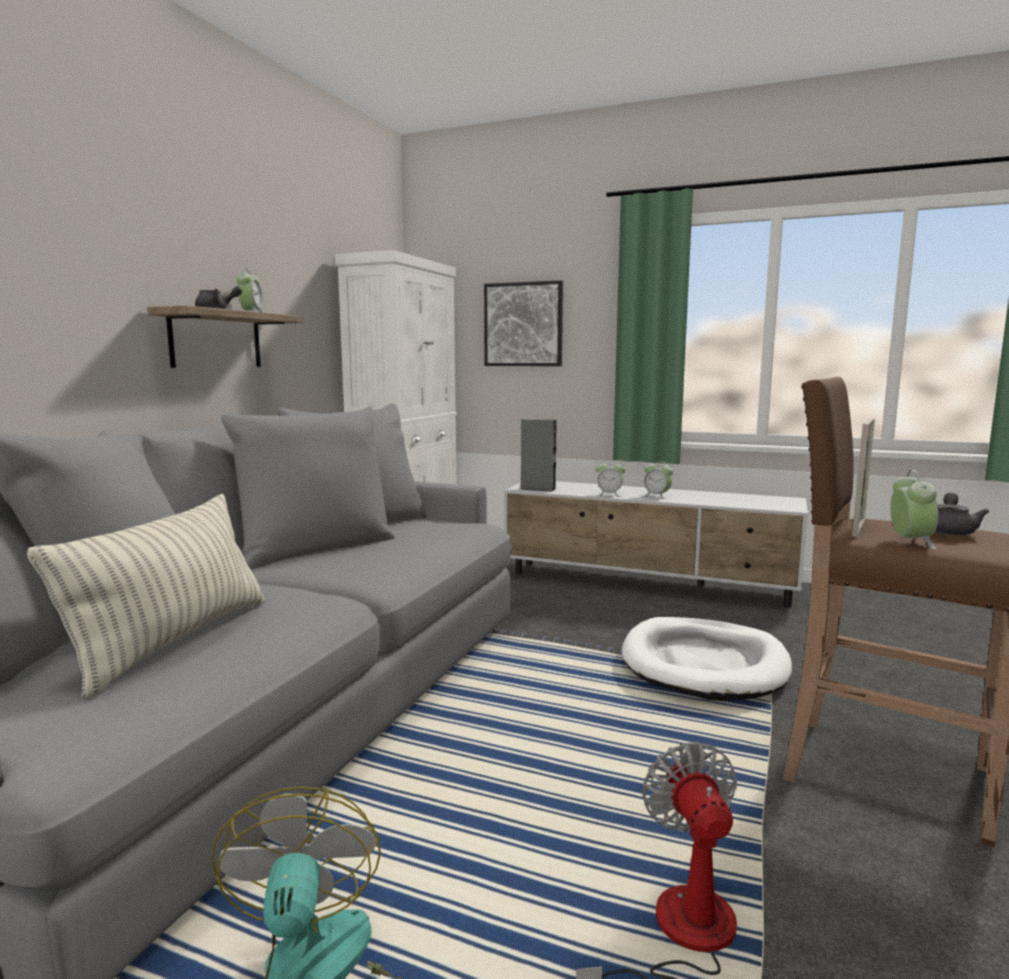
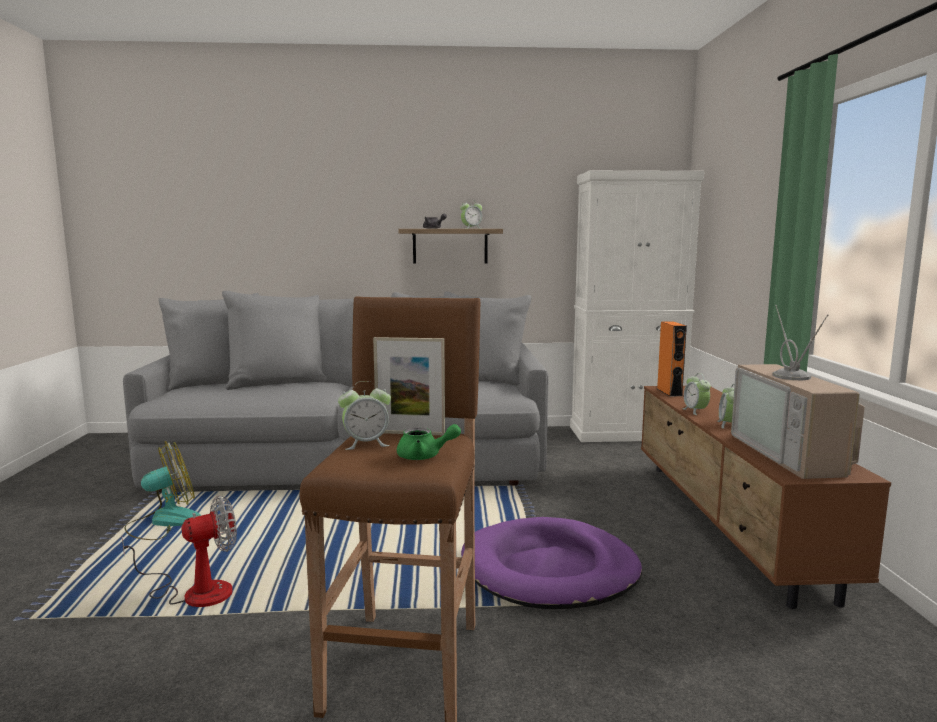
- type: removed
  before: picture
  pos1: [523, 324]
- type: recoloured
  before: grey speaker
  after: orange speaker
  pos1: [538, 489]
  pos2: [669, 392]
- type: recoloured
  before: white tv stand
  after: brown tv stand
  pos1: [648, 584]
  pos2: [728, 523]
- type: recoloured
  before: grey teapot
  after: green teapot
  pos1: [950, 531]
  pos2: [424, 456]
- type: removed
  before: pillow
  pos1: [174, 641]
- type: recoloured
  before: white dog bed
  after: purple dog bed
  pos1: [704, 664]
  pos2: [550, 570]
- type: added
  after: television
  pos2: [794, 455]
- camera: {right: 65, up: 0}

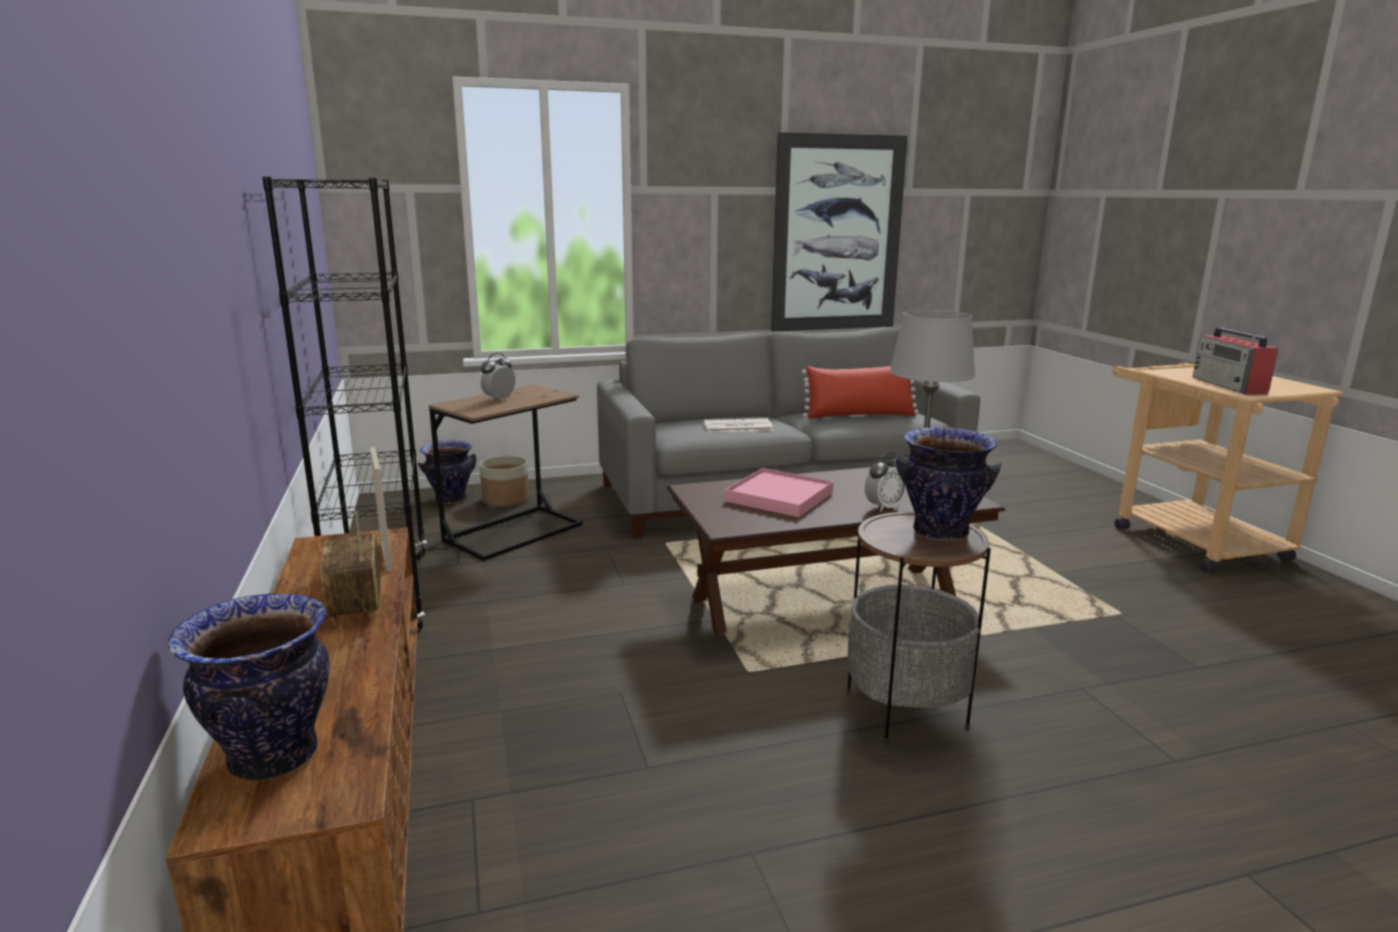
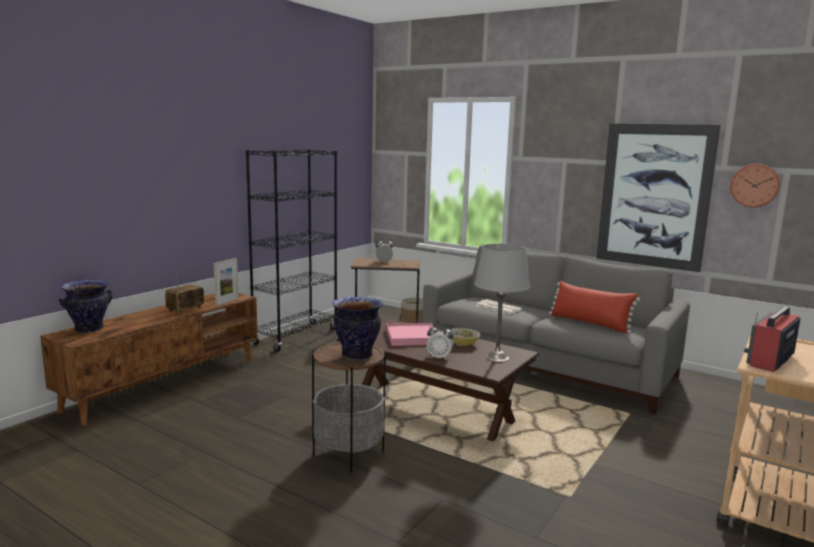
- type: removed
  before: vase
  pos1: [450, 499]
- type: added
  after: wall clock
  pos2: [754, 185]
- type: added
  after: bowl
  pos2: [463, 344]
- camera: {right: 50, up: -5}

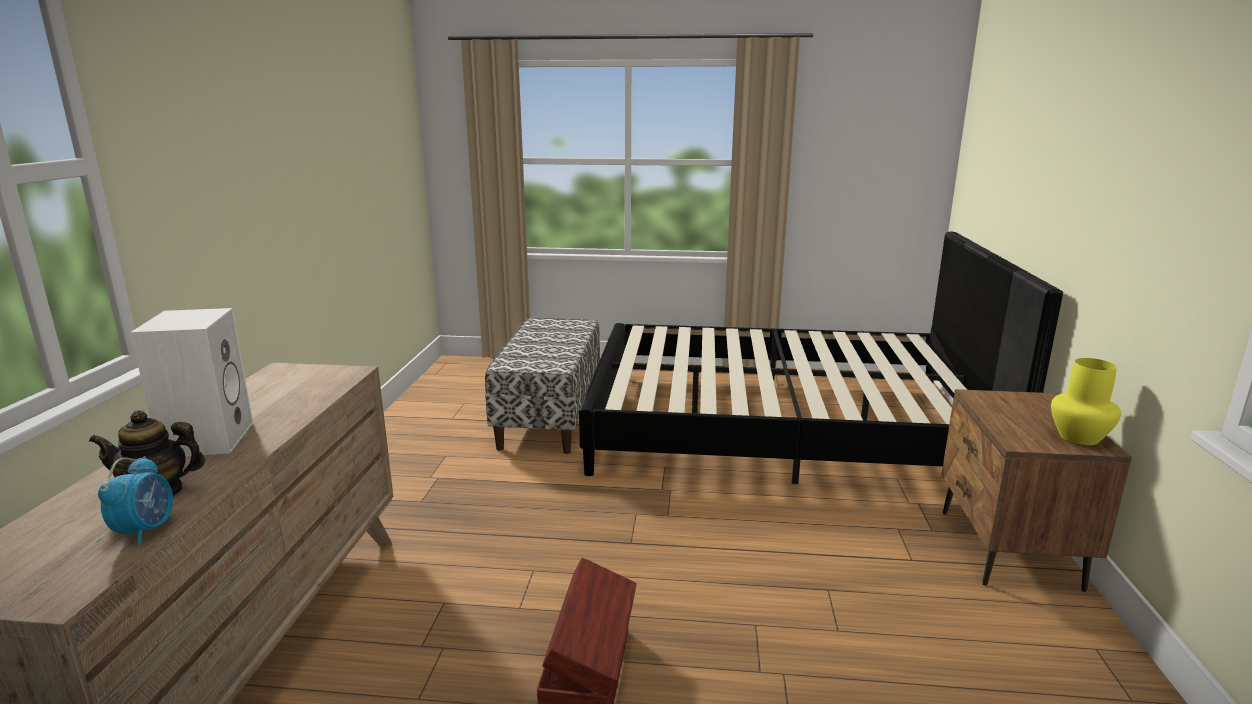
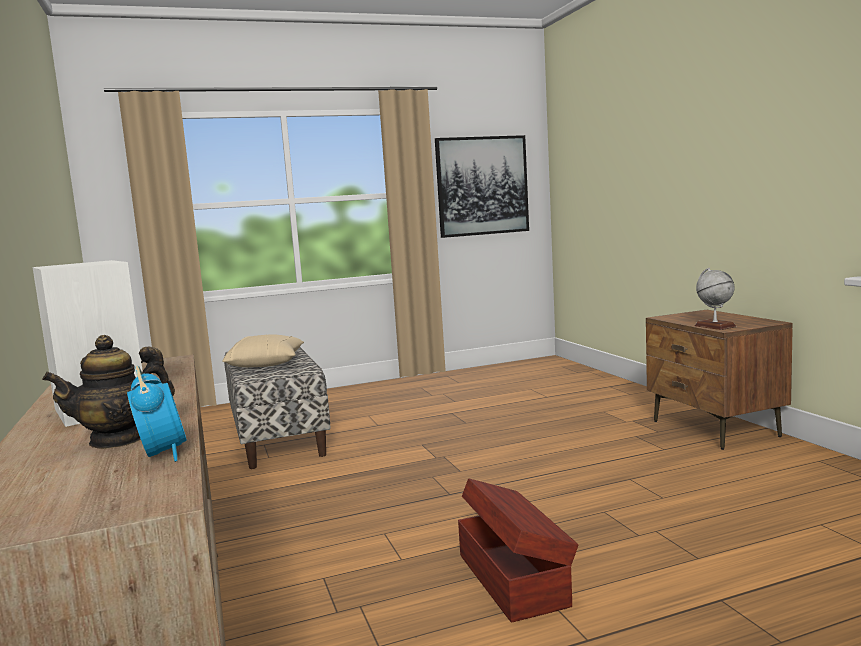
- type: removed
  before: black bed
  pos1: [781, 427]
- type: removed
  before: yellow vase
  pos1: [1079, 437]
- type: added
  after: picture
  pos2: [482, 186]
- type: added
  after: globe
  pos2: [714, 326]
- type: added
  after: beige pillow
  pos2: [266, 364]
- camera: {right: -25, up: -10}

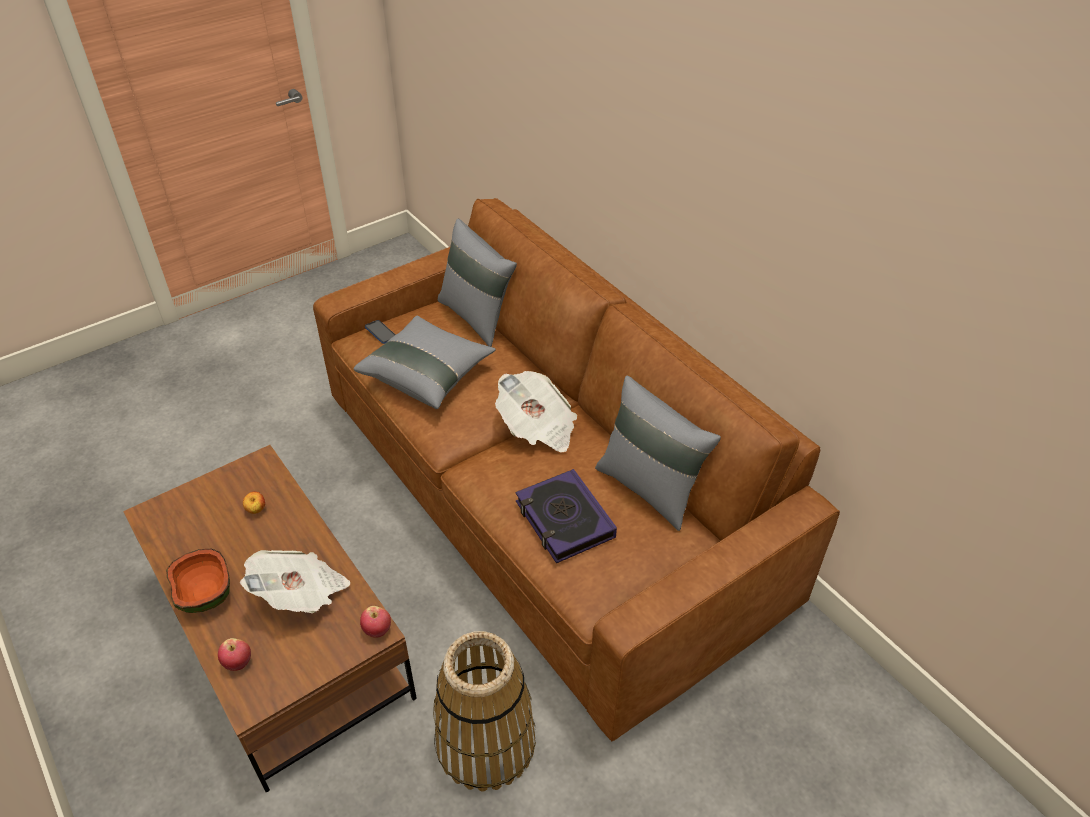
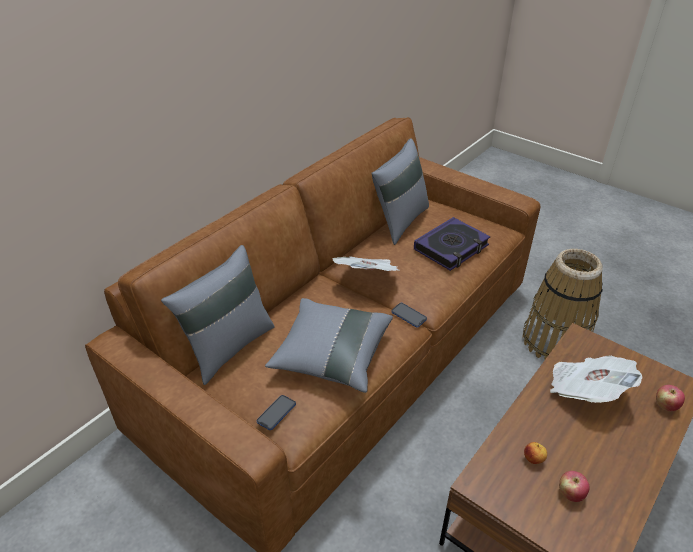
- type: removed
  before: bowl
  pos1: [204, 594]
- type: moved
  before: apple
  pos1: [377, 630]
  pos2: [570, 494]
- type: added
  after: phone
  pos2: [408, 315]
- camera: {right: -105, up: -5}

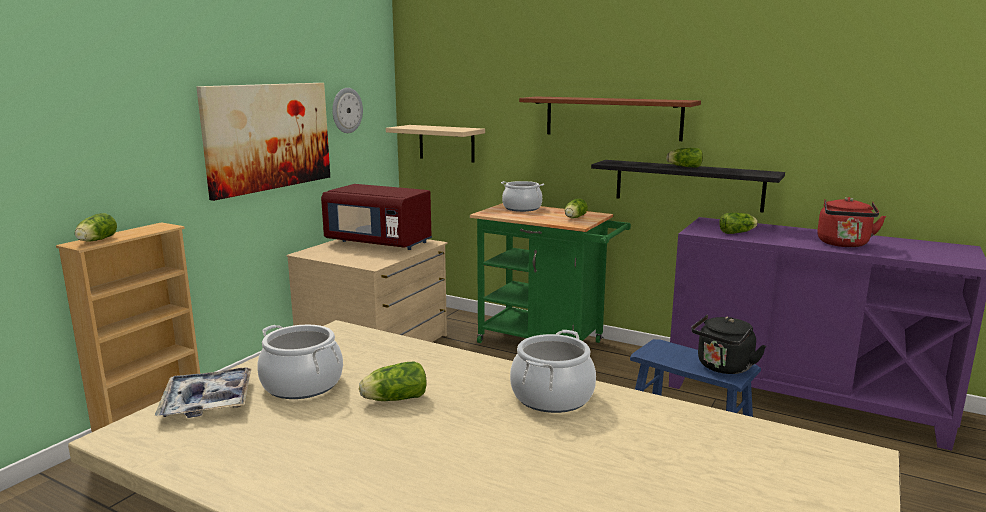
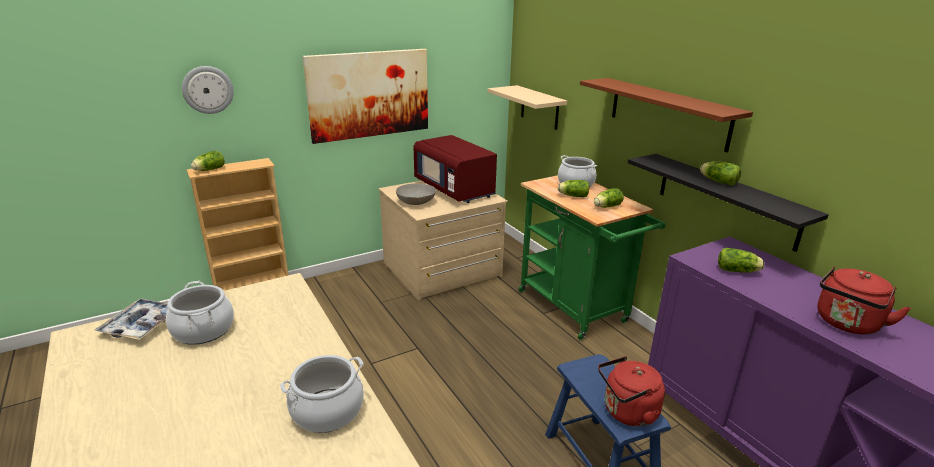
- type: moved
  before: wall clock
  pos1: [346, 110]
  pos2: [208, 90]
- type: recoloured
  before: black kettle
  after: red kettle
  pos1: [723, 368]
  pos2: [627, 413]
- type: moved
  before: lettuce
  pos1: [393, 399]
  pos2: [572, 196]
- type: added
  after: grey bowl
  pos2: [416, 202]
- camera: {right: 30, up: 10}

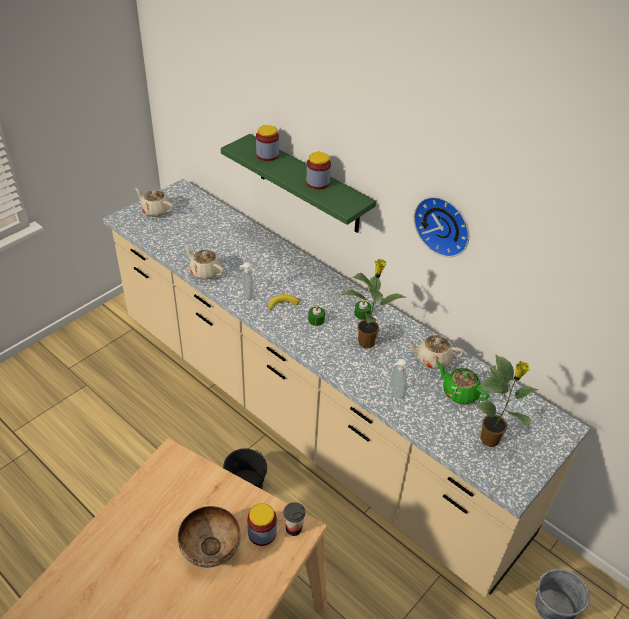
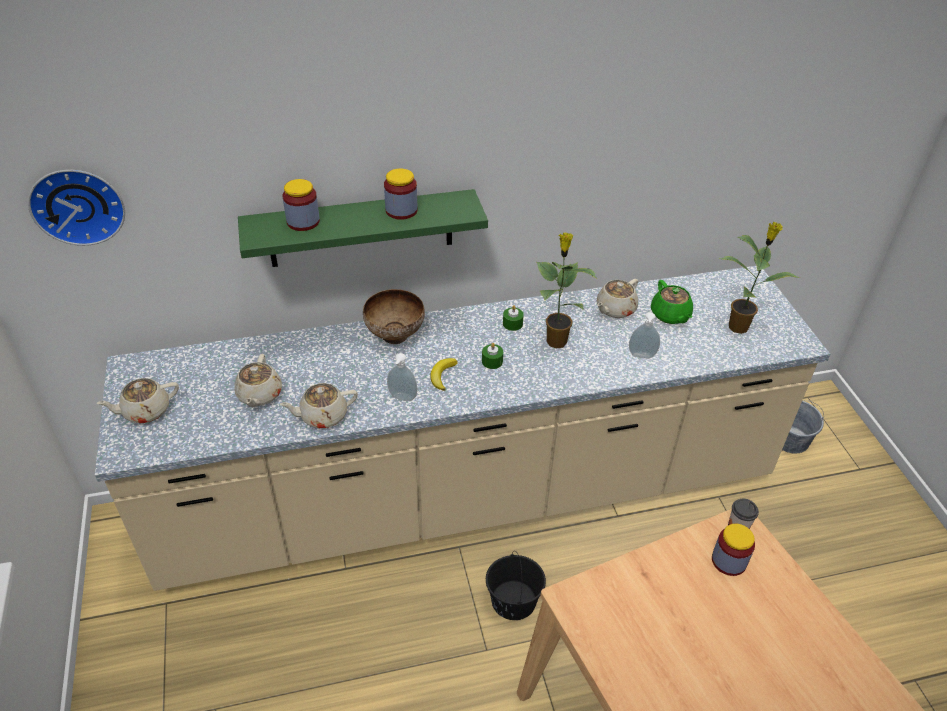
- type: moved
  before: wall clock
  pos1: [444, 224]
  pos2: [78, 204]
- type: turned
  before: green teapot
  pos1: [459, 393]
  pos2: [670, 315]
  turn: -90
- type: moved
  before: bowl
  pos1: [210, 551]
  pos2: [394, 336]
- type: added
  after: beige teapot
  pos2: [259, 395]
- camera: {right: -55, up: 0}

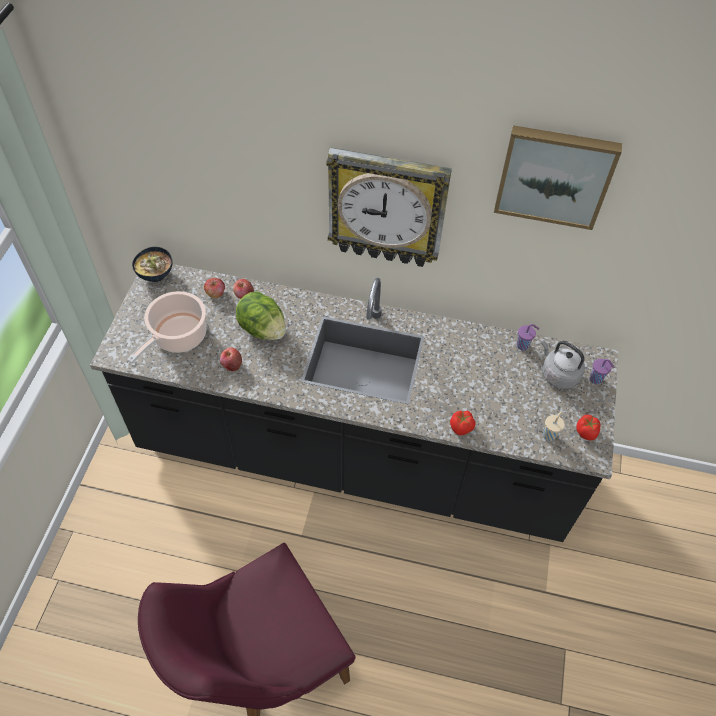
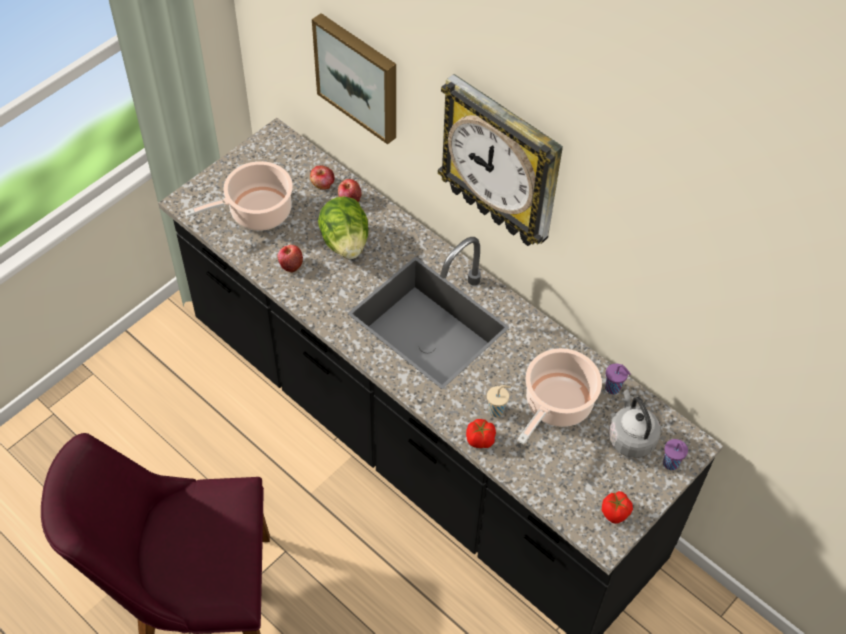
- type: moved
  before: picture
  pos1: [554, 175]
  pos2: [359, 76]
- type: removed
  before: bowl
  pos1: [156, 274]
- type: moved
  before: beige cup
  pos1: [549, 435]
  pos2: [497, 410]
- type: added
  after: cooking pot
  pos2: [556, 405]
- camera: {right: 30, up: 0}

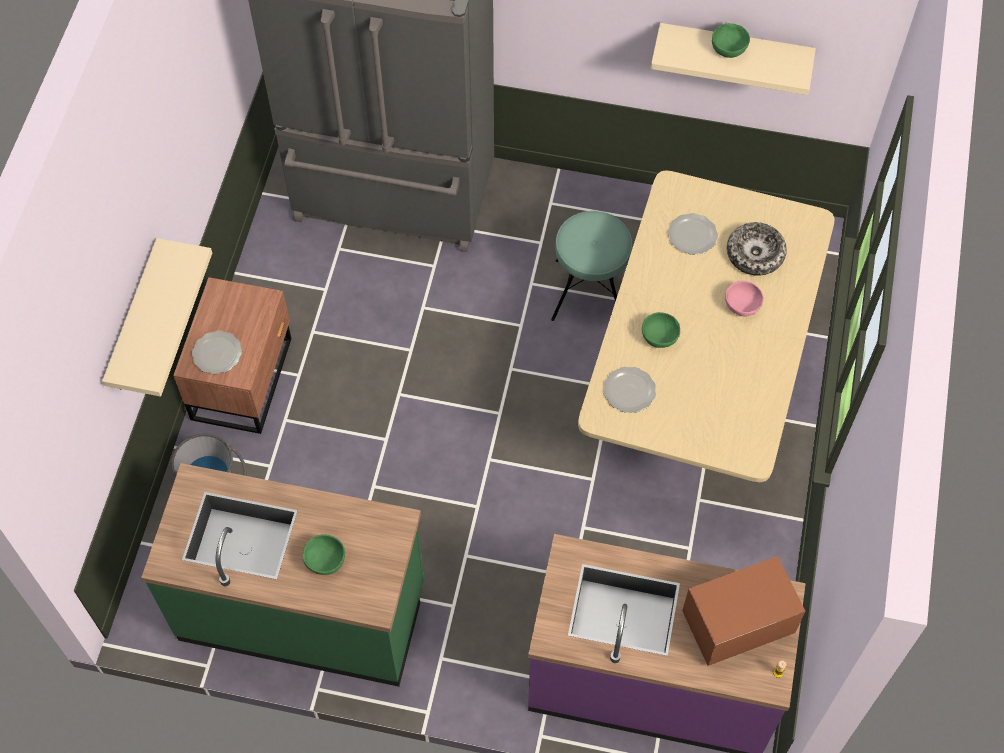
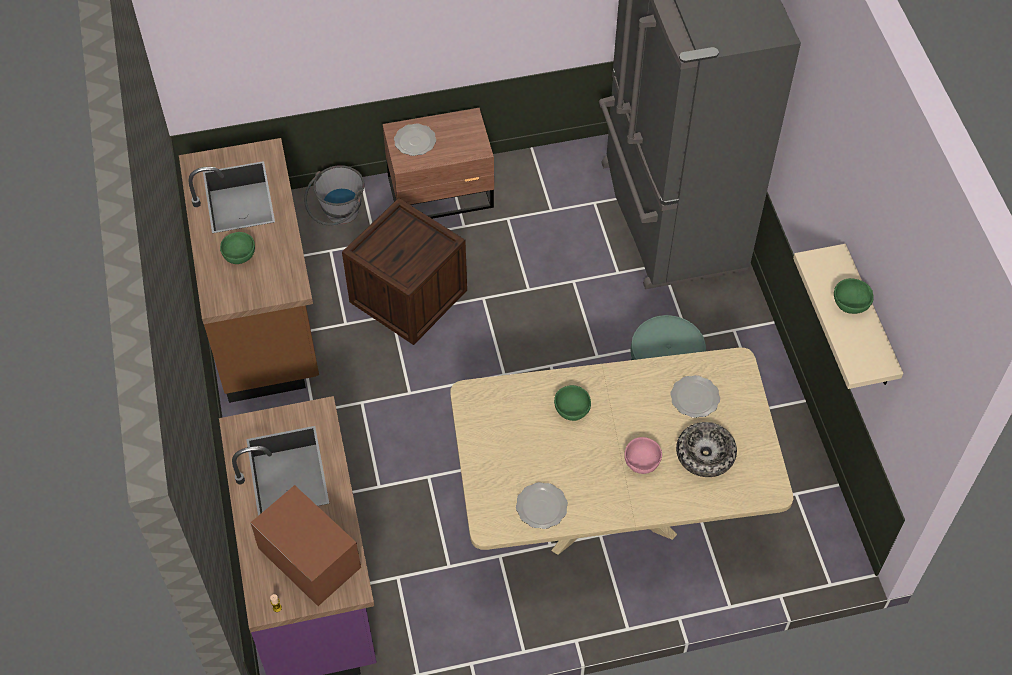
- type: removed
  before: beige shelf
  pos1: [135, 320]
- type: moved
  before: plate
  pos1: [628, 391]
  pos2: [540, 506]
- type: recoloured
  before: green counter
  after: brown counter
  pos1: [303, 610]
  pos2: [264, 314]
- type: added
  after: crate
  pos2: [408, 296]
- camera: {right: 65, up: -5}

